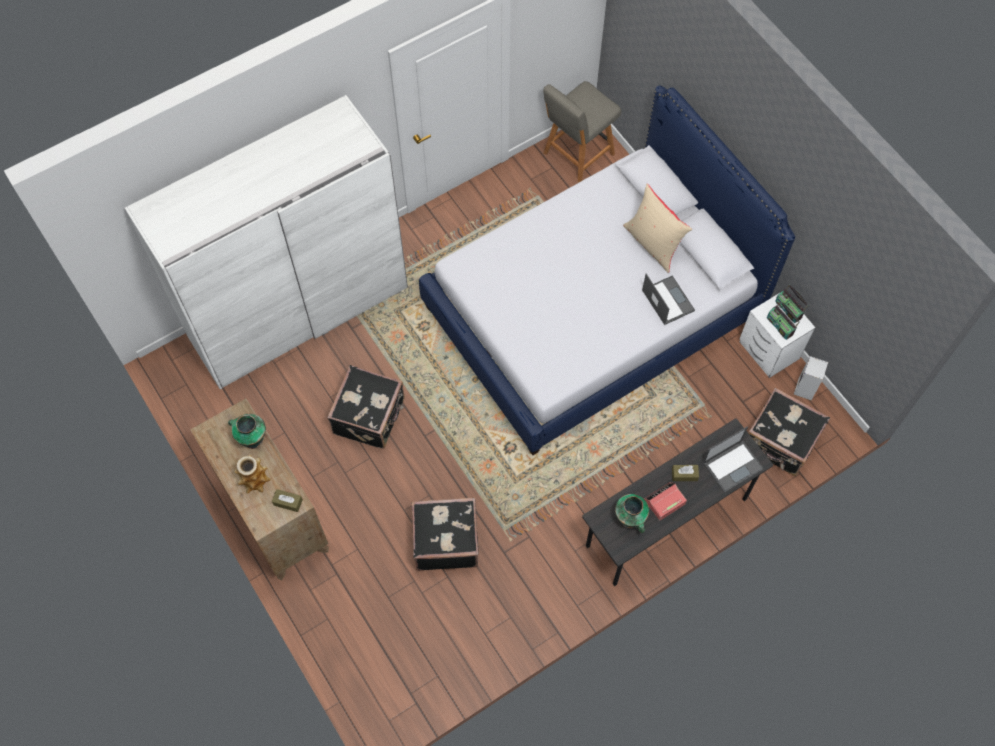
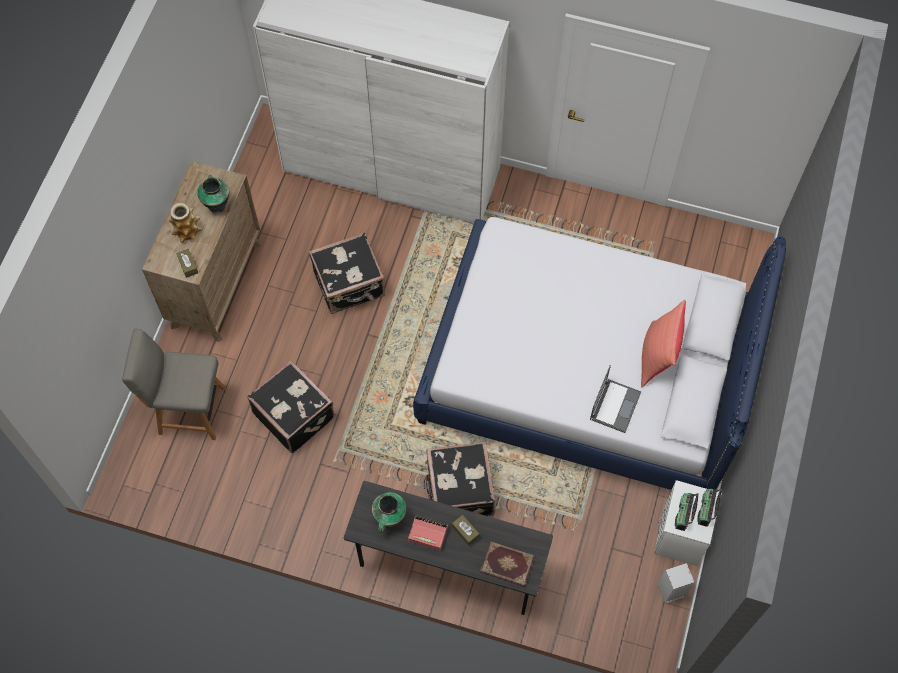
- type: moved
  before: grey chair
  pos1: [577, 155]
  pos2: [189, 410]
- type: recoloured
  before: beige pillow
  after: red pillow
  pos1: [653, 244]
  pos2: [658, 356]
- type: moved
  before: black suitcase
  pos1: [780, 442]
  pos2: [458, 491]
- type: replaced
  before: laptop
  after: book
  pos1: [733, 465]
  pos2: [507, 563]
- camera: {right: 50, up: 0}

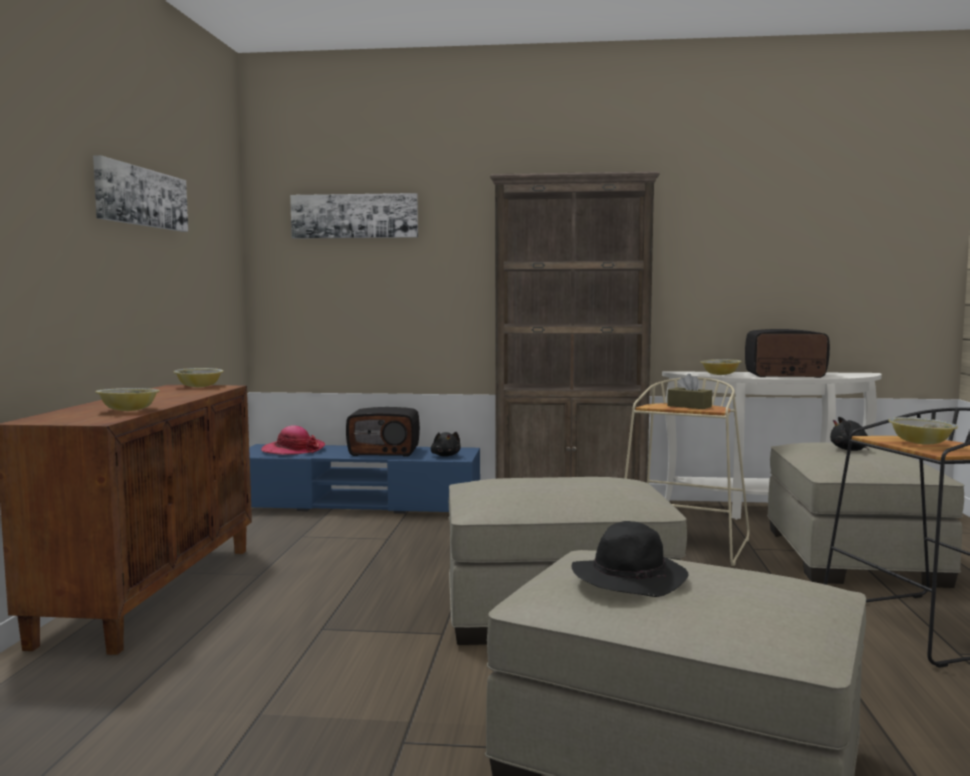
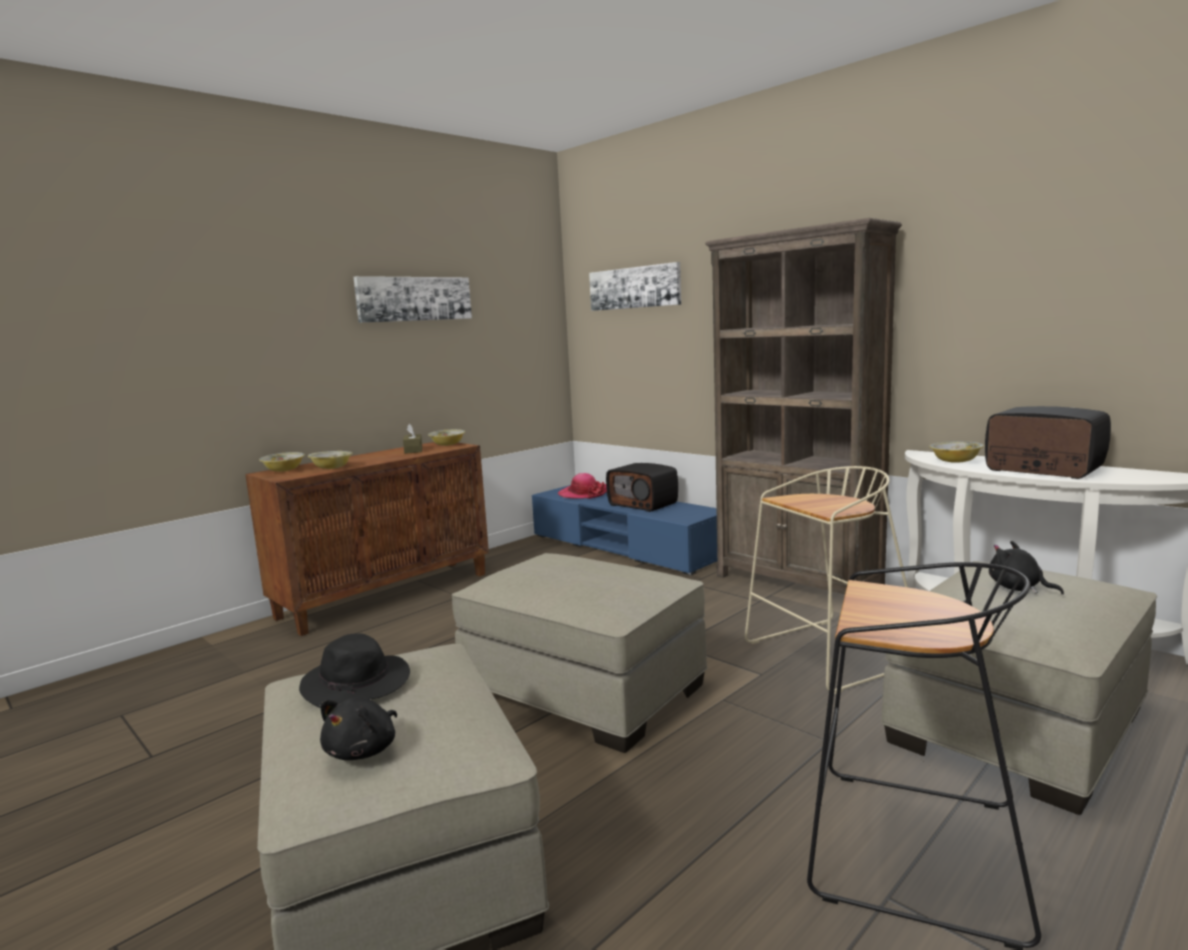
- type: moved
  before: brown tissue box
  pos1: [689, 406]
  pos2: [413, 450]
- type: moved
  before: bowl
  pos1: [921, 443]
  pos2: [284, 470]
- type: moved
  before: black plush toy
  pos1: [445, 455]
  pos2: [364, 750]
- camera: {right: 40, up: 5}

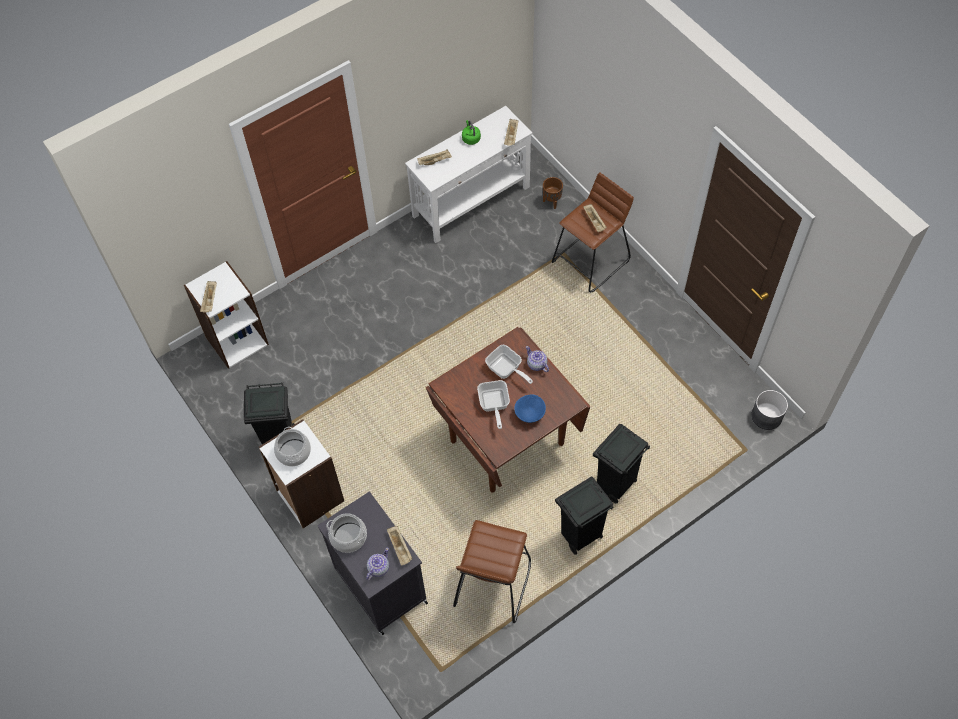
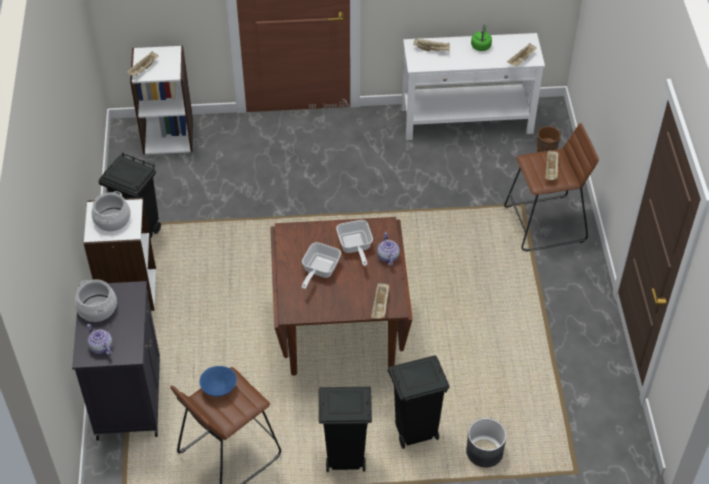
- type: moved
  before: grey planter
  pos1: [767, 416]
  pos2: [485, 451]
- type: moved
  before: blue bowl
  pos1: [530, 414]
  pos2: [219, 389]
- type: moved
  before: beige tray
  pos1: [400, 548]
  pos2: [380, 306]
- type: turned
  before: teapot
  pos1: [378, 568]
  pos2: [101, 347]
  turn: -105
- camera: {right: 30, up: -10}

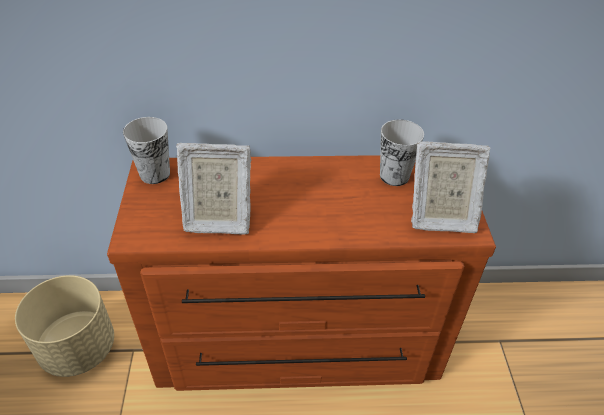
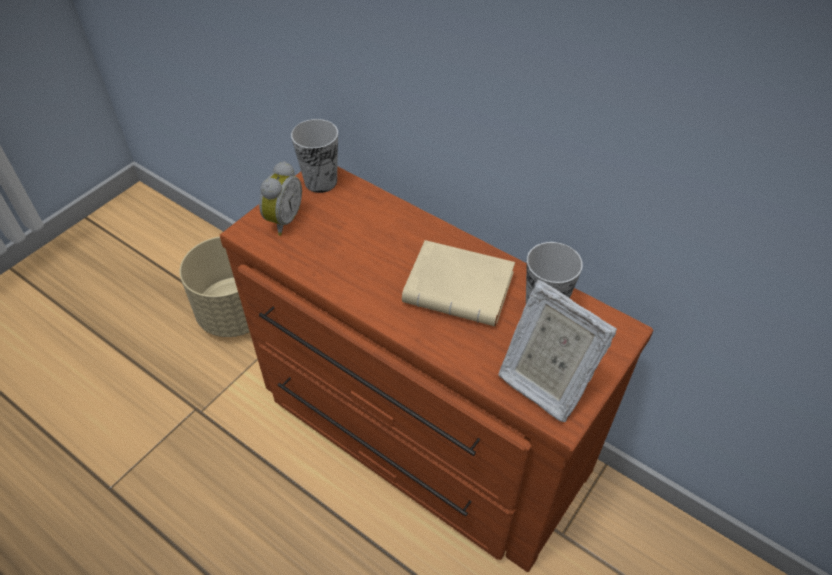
- type: removed
  before: picture frame
  pos1: [217, 218]
- type: added
  after: alarm clock
  pos2: [282, 220]
- type: added
  after: beige book
  pos2: [462, 288]
- camera: {right: 40, up: 5}

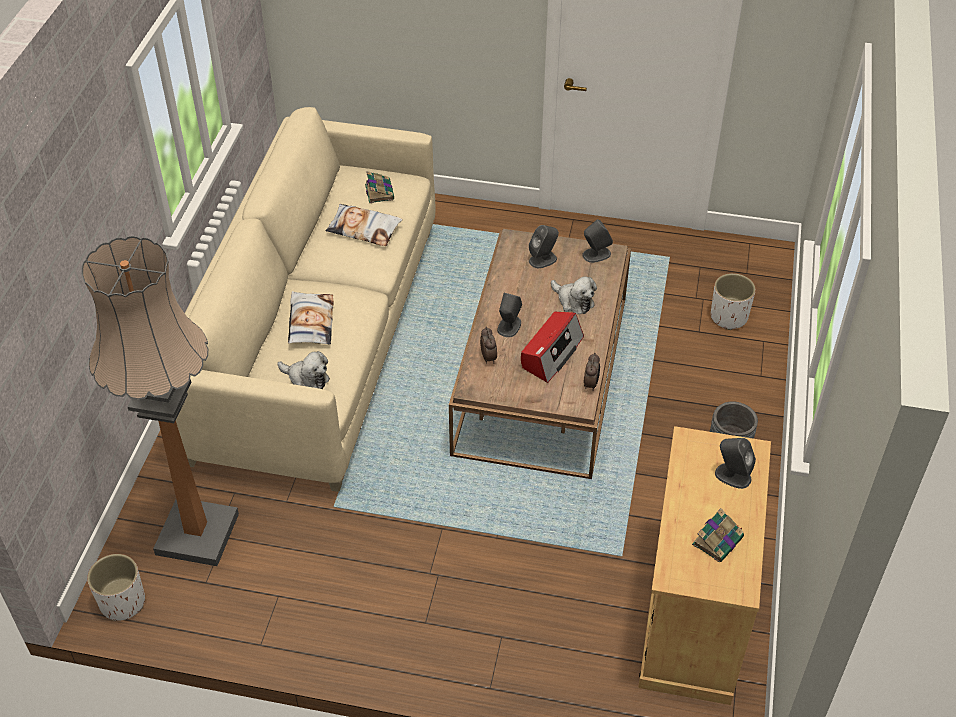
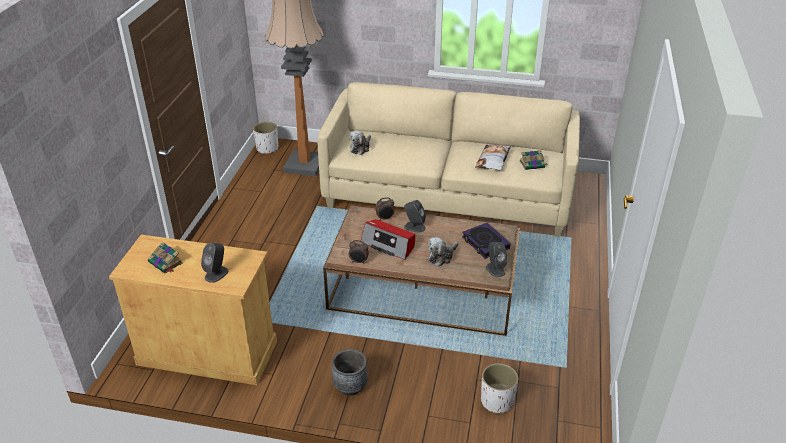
- type: replaced
  before: grey speaker
  after: book
  pos1: [543, 259]
  pos2: [485, 243]
- type: removed
  before: pillow
  pos1: [310, 322]
- camera: {right: 90, up: -10}

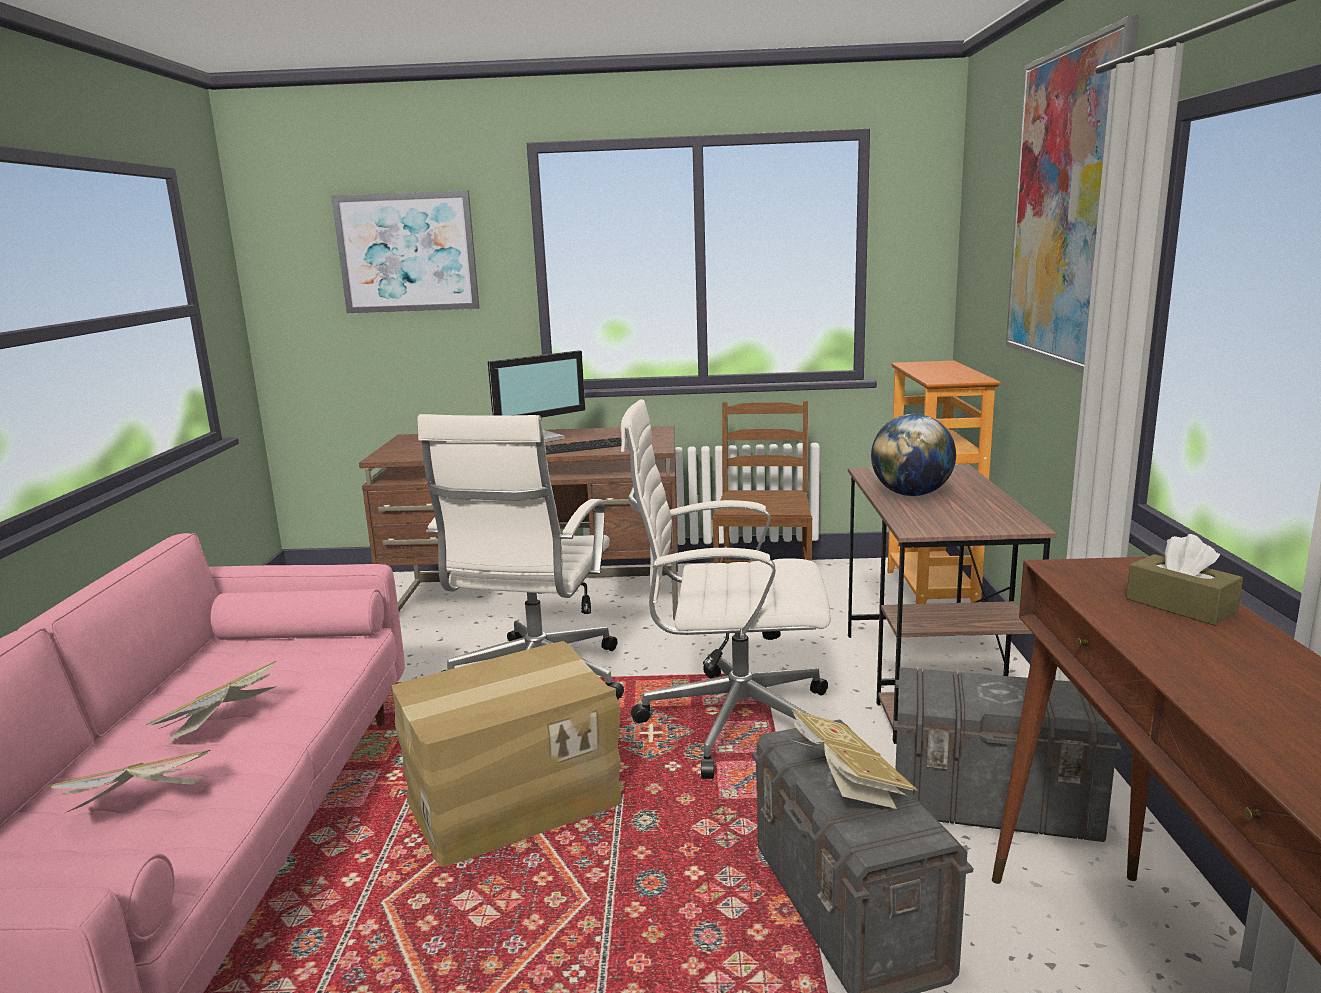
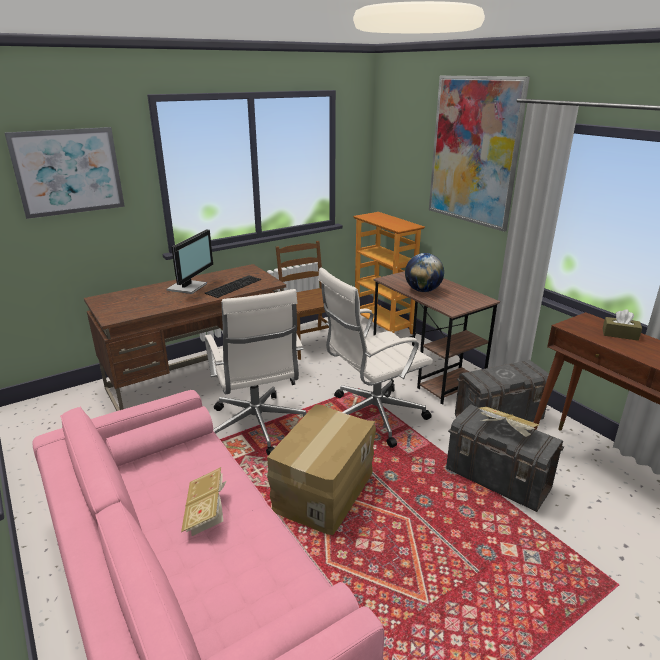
- type: removed
  before: book
  pos1: [141, 804]
- camera: {right: -35, up: 10}

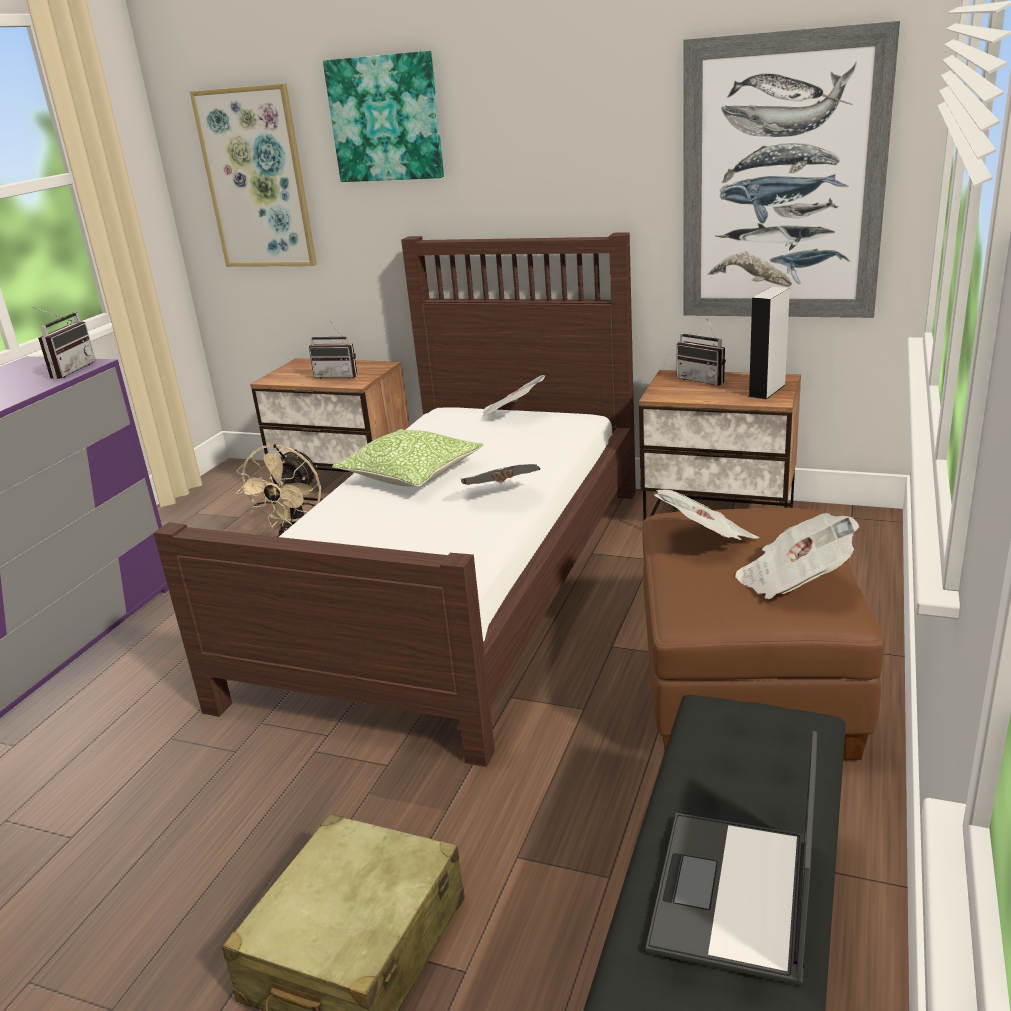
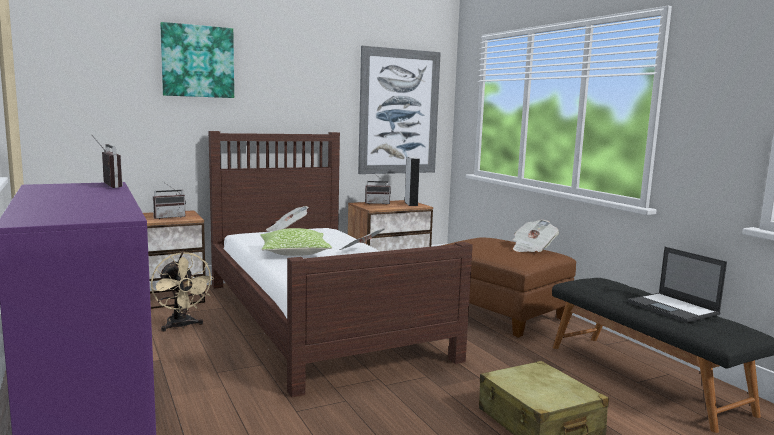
- type: removed
  before: picture
  pos1: [257, 179]
- type: removed
  before: newspaper
  pos1: [706, 539]
- camera: {right: -50, up: -15}

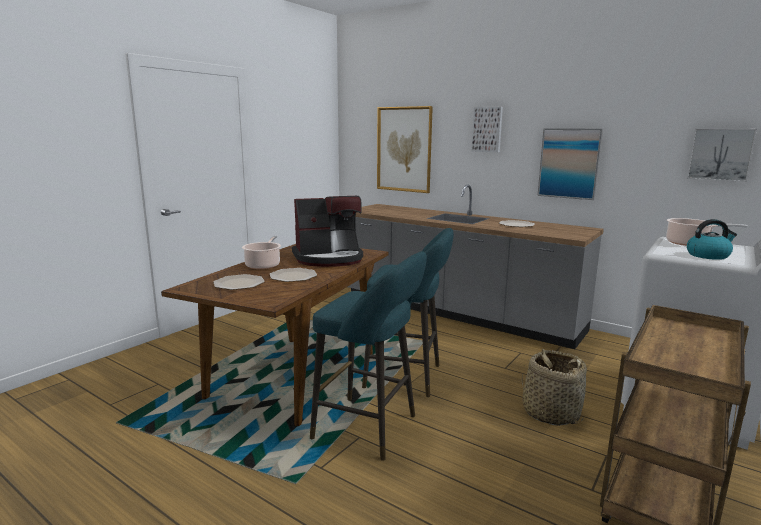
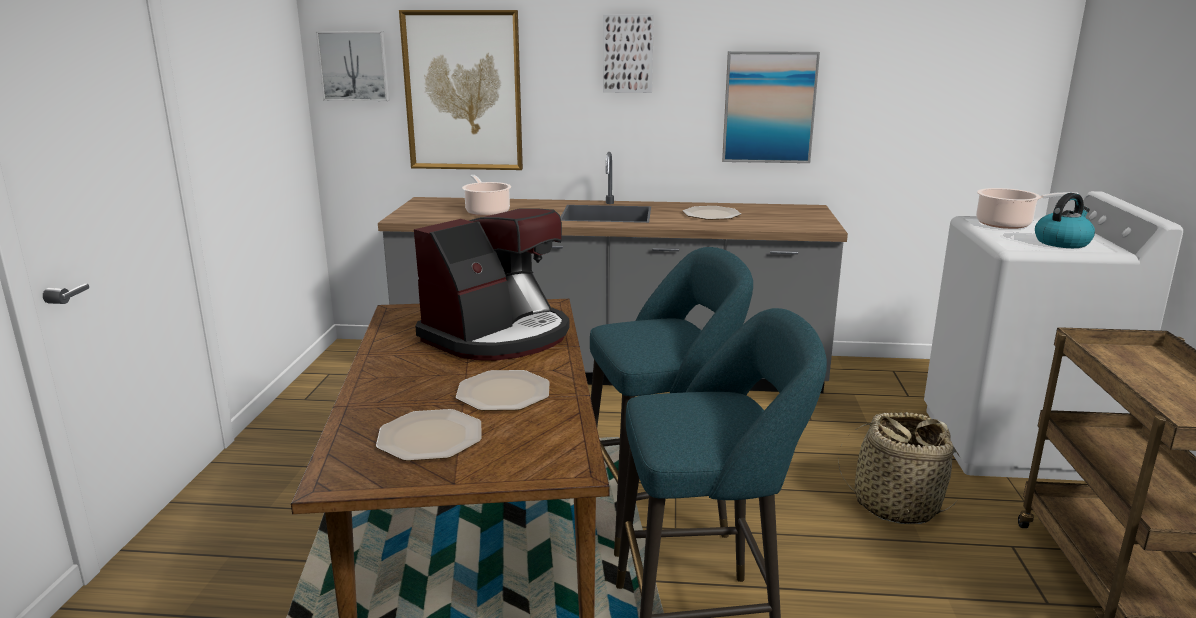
- type: moved
  before: picture
  pos1: [720, 154]
  pos2: [354, 66]
- type: moved
  before: cooking pot
  pos1: [263, 265]
  pos2: [486, 211]
- camera: {right: -30, up: 5}

